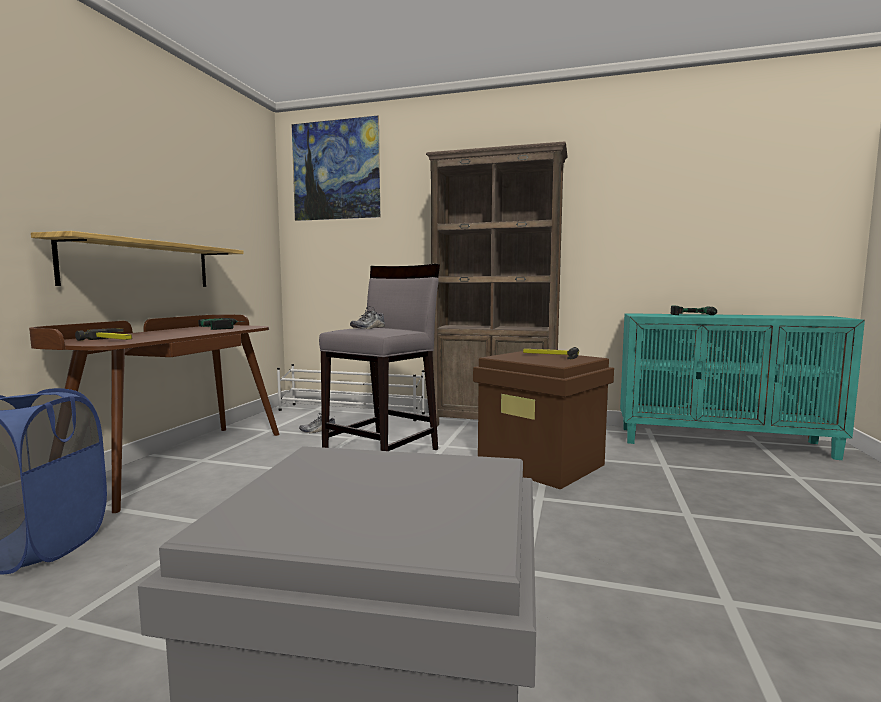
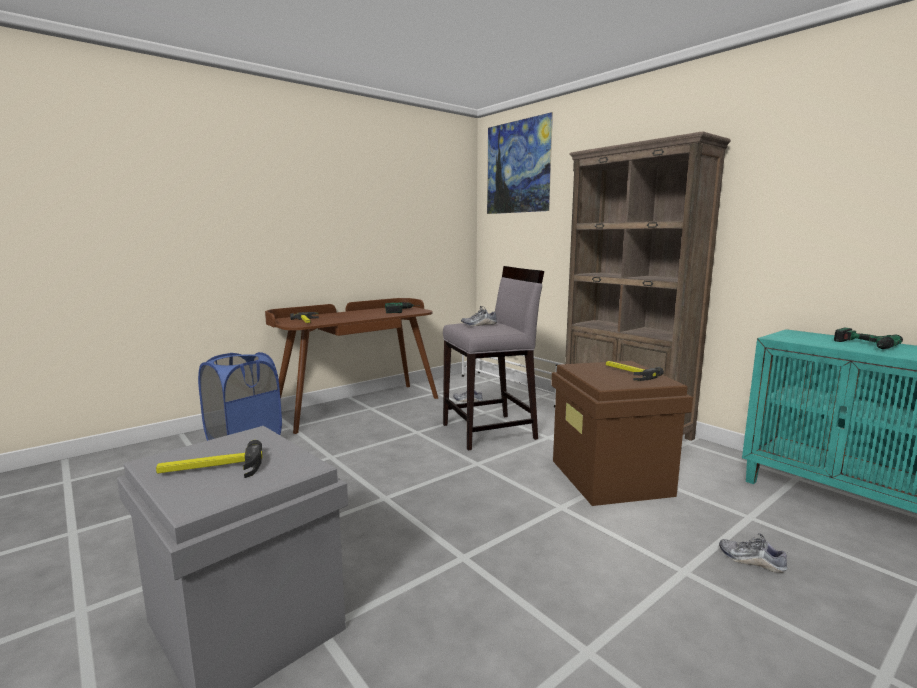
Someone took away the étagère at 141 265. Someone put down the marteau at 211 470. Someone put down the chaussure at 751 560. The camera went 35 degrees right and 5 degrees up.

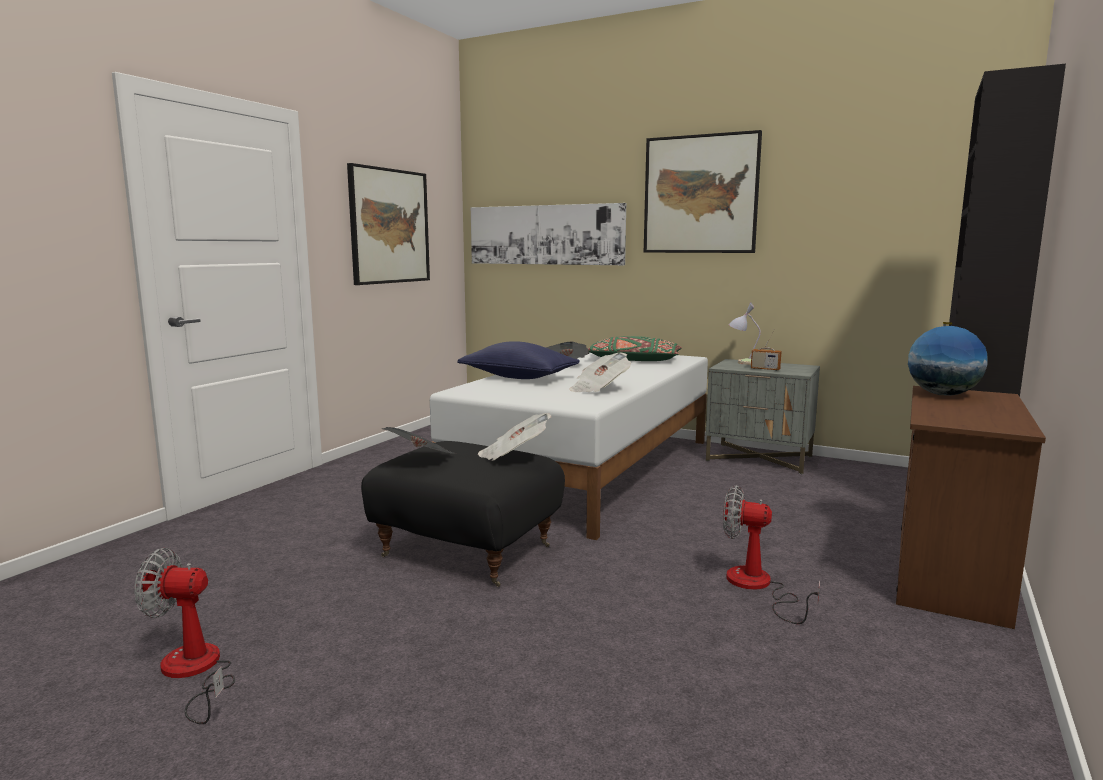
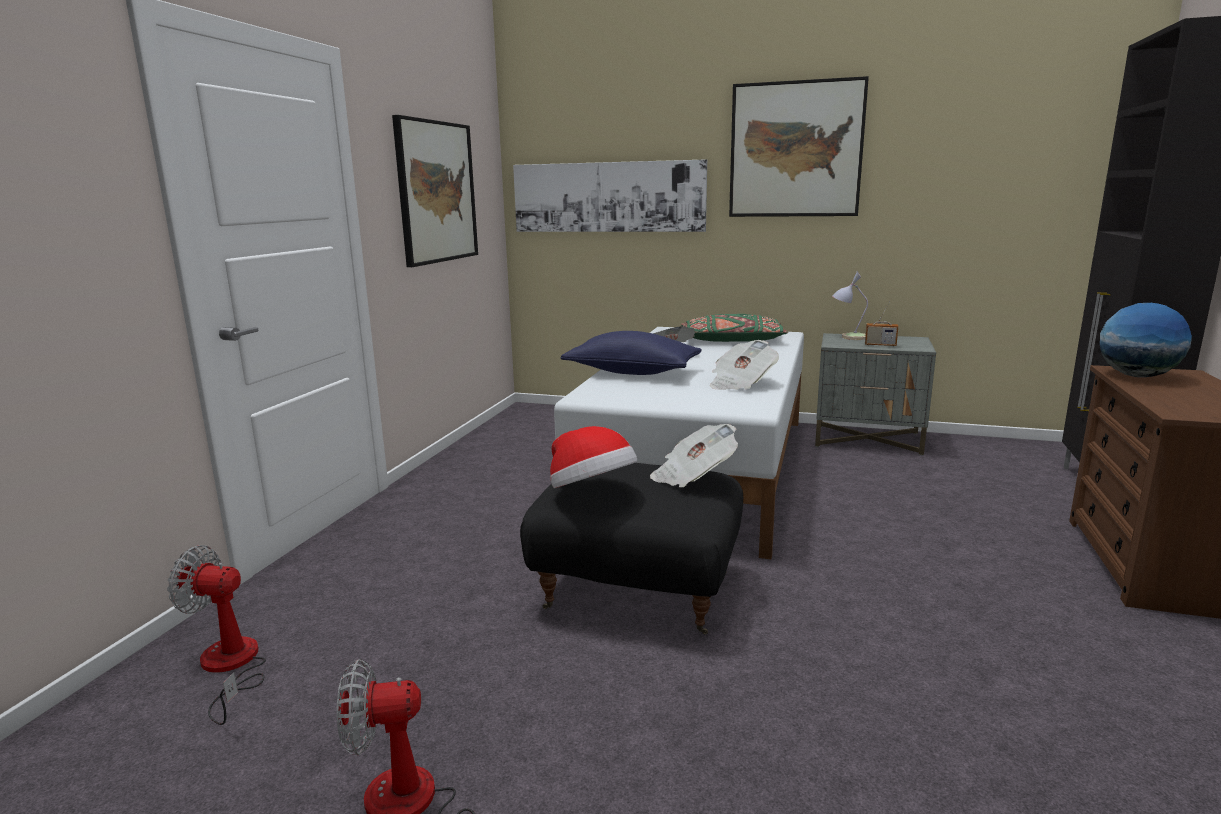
Someone swapped the journal at 421 460 for the chapeau at 591 492. Someone carried the ventilateur from 757 587 to 230 667. The camera went 10 degrees left and 5 degrees up.

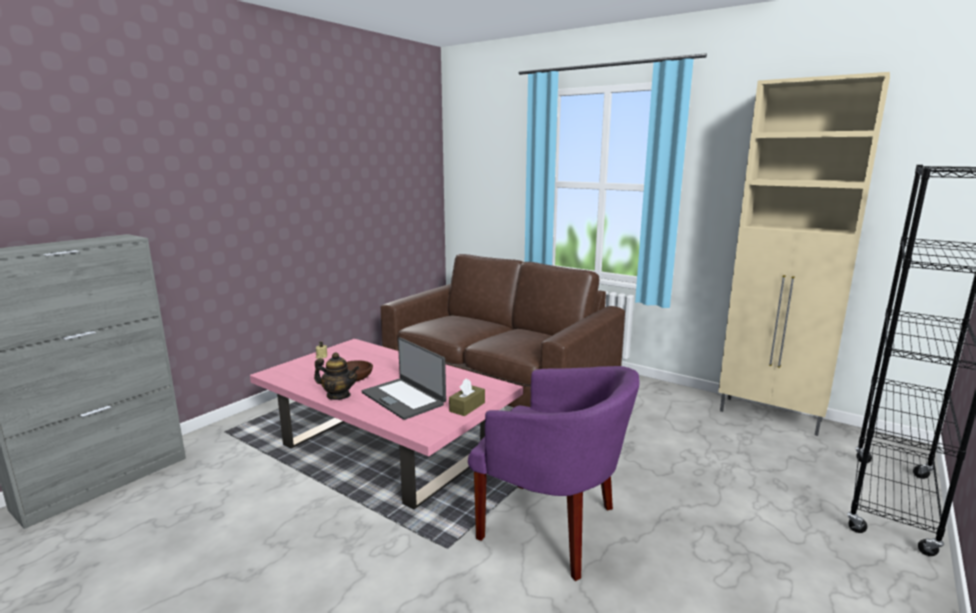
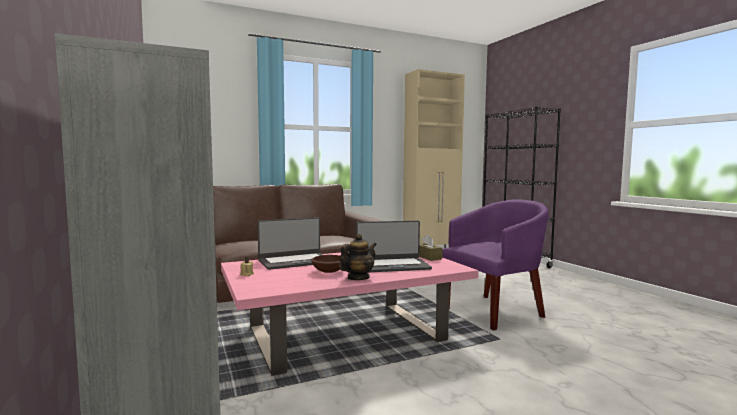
Someone put down the ordinateur portable at 295 261. The camera went 60 degrees left and 10 degrees down.

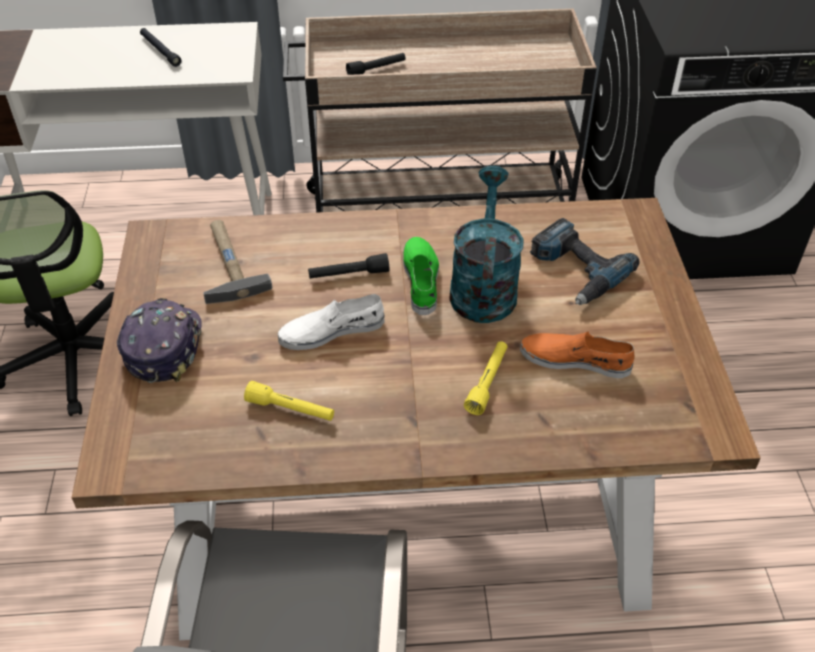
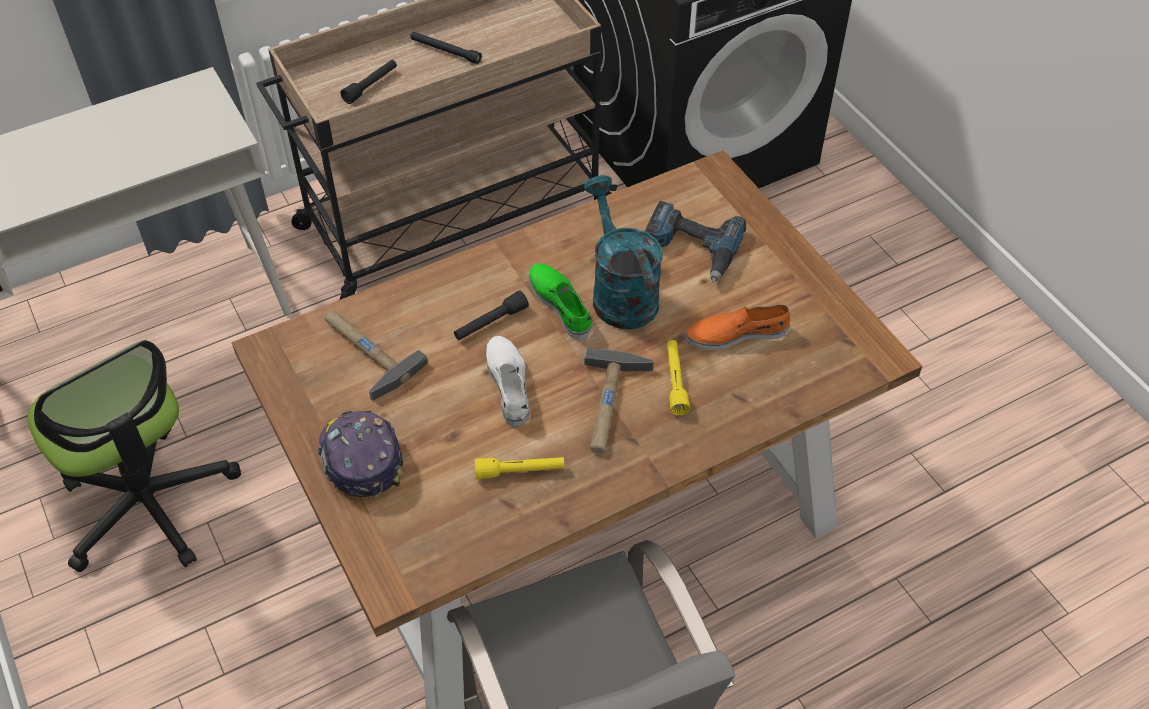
Someone carried the lampe de poche (noir) from 160 51 to 445 51. Someone rotated the chaussure (blanc) at 331 330 by 120 degrees clockwise. Someone put down the marteau at 611 405. The camera went 25 degrees left and 5 degrees up.

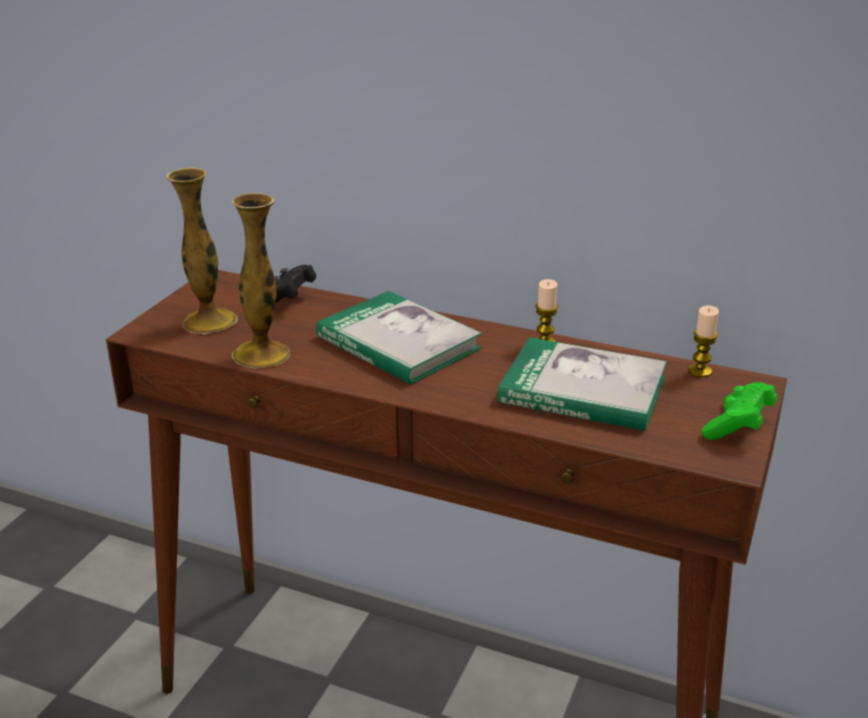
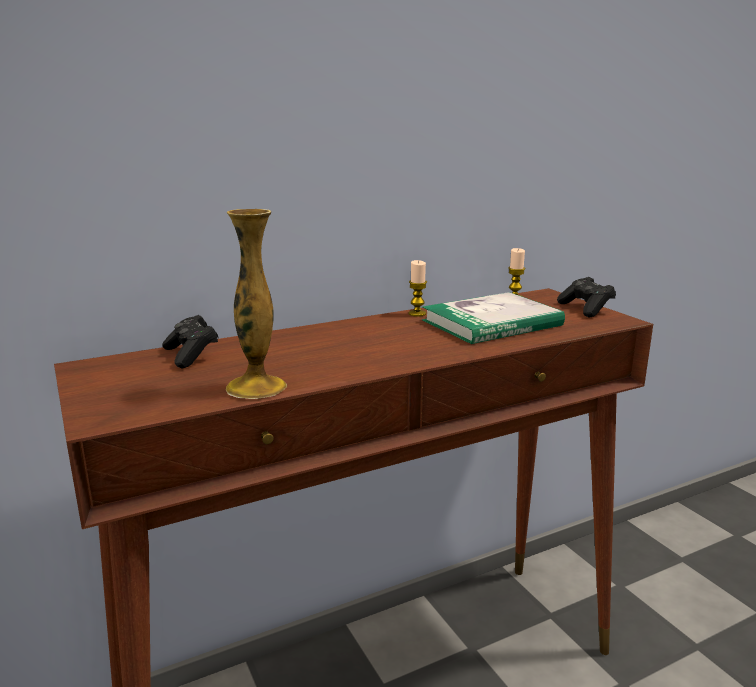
Someone took away the vase at 209 321. Someone took away the livre at 398 343. Someone repainted the manette (vert) at 738 427, which became the manette (noir) at 586 309. The camera went 50 degrees left and 10 degrees down.

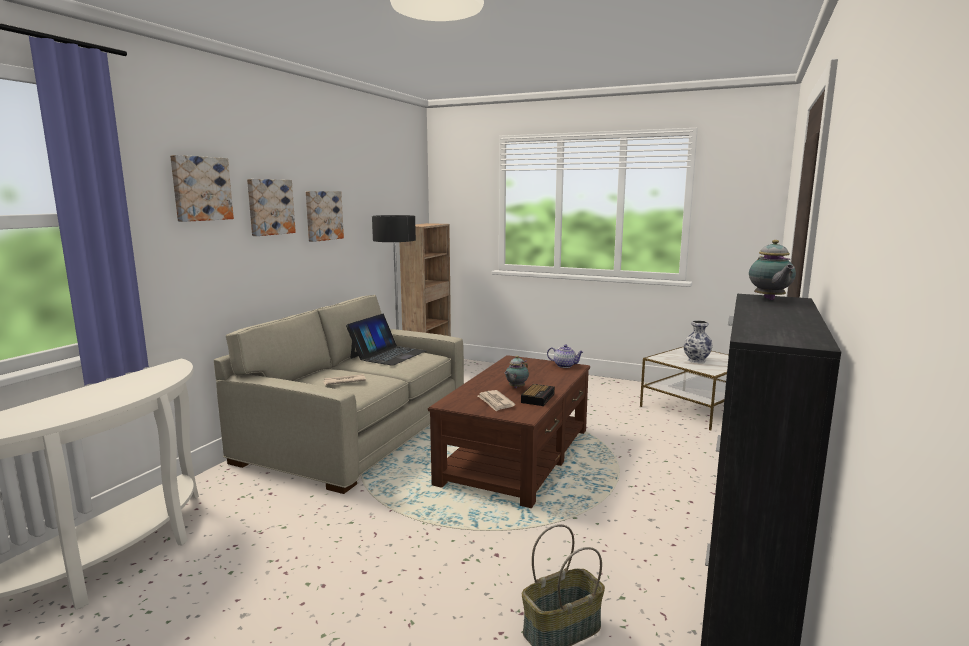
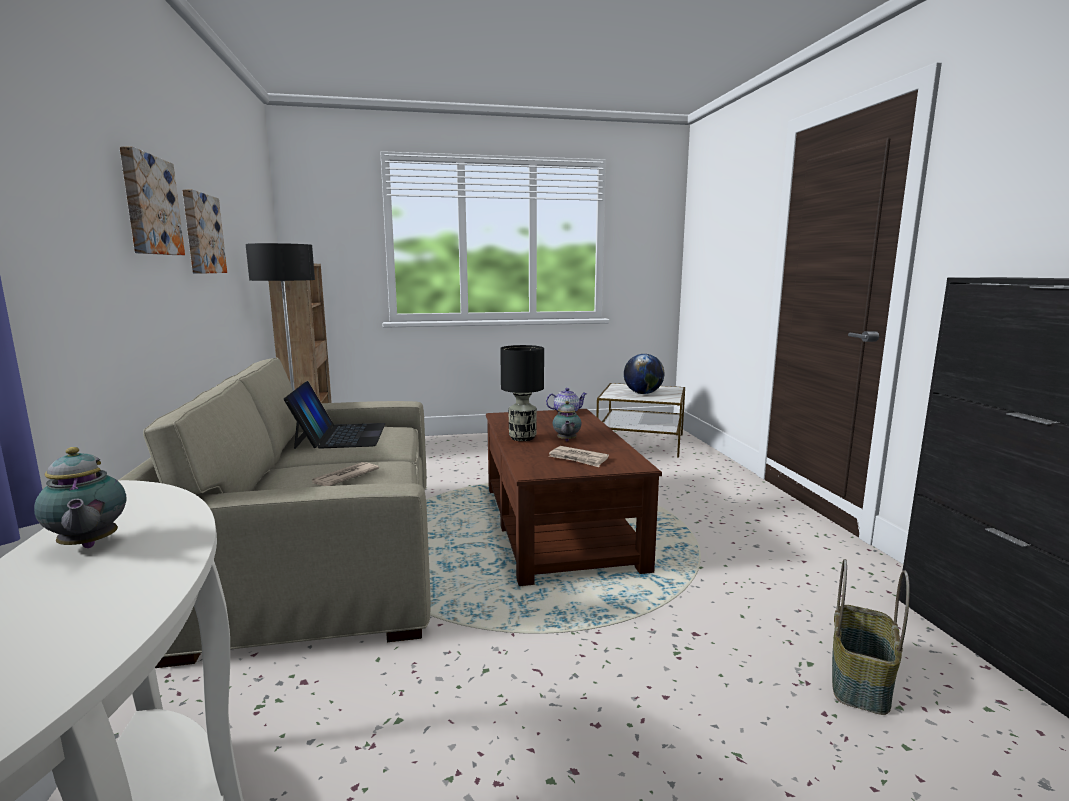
Someone took away the tableau at 200 188. Someone took away the réveil at 538 398. Someone swapped the vase at 696 360 for the globe at 643 393. Someone carried the théière from 769 299 to 88 546. Someone put down the lampe de table (noir) at 522 438. The camera went 35 degrees left and 0 degrees up.

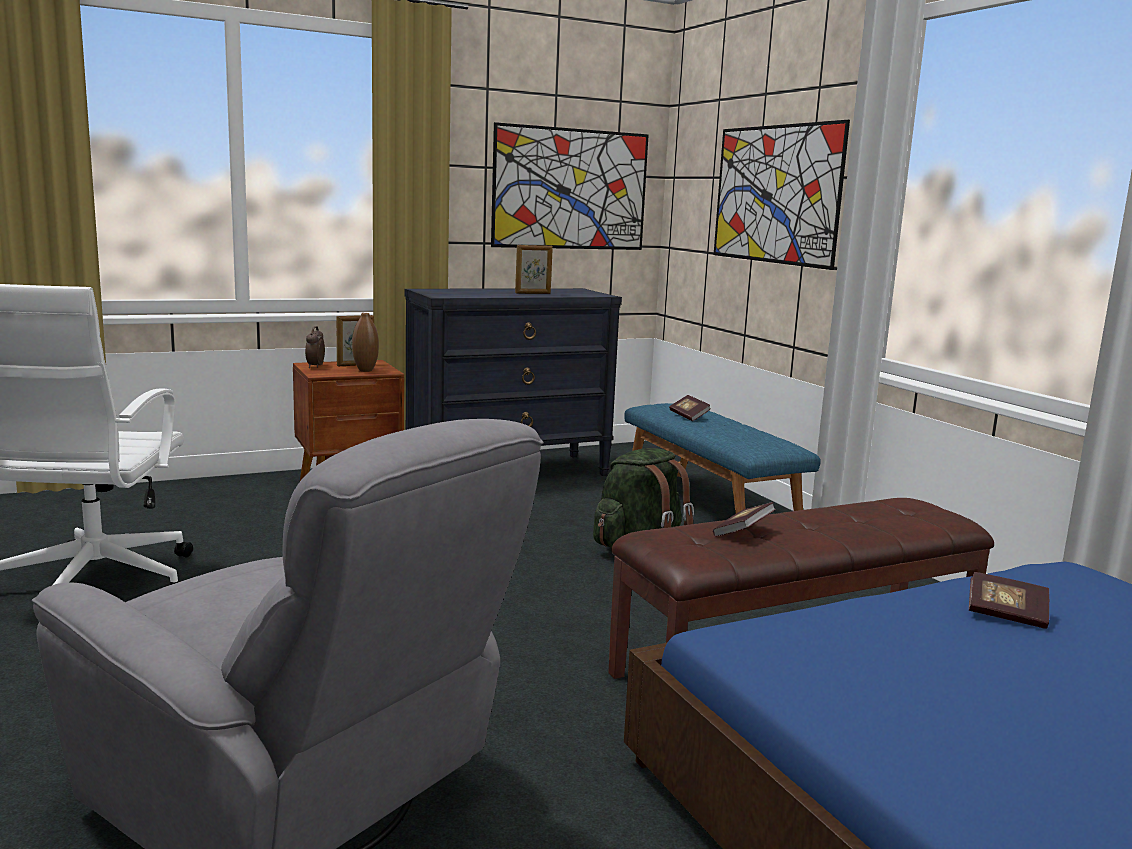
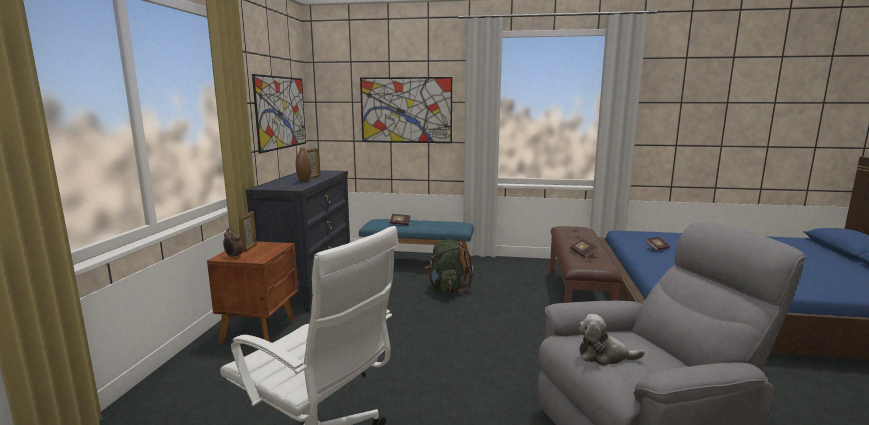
Someone carried the vase (marron) from 365 370 to 304 181. Someone put down the peluche at 604 356. The camera went 55 degrees left and 0 degrees up.

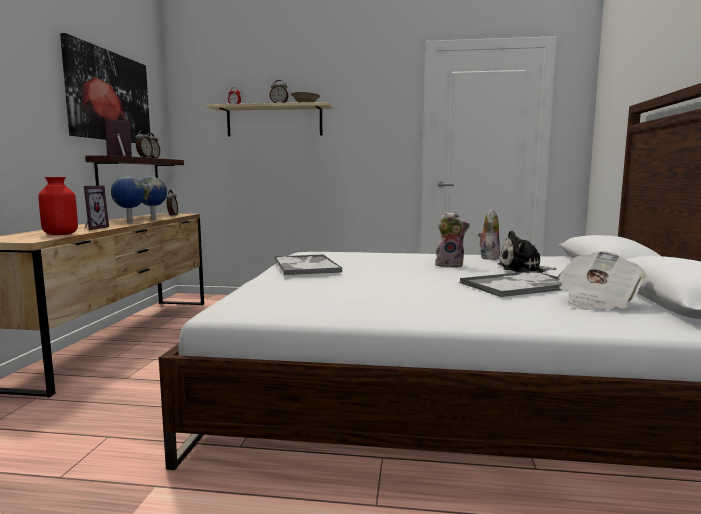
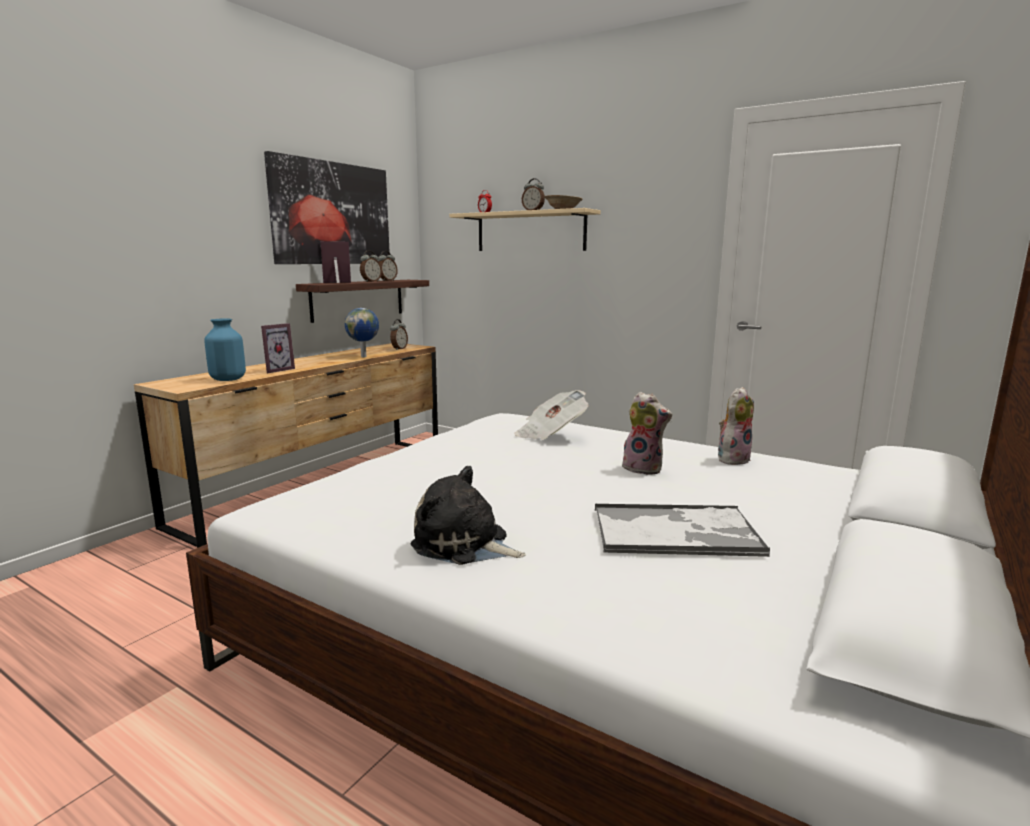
Someone repainted the vase (rouge) at 61 234, which became the vase (bleu) at 228 379. Someone took away the globe at 130 222. Someone took away the plateau at 305 266. Someone carried the peluche from 523 269 to 464 545. Someone carried the journal from 596 302 to 550 434. The camera went 25 degrees right and 5 degrees up.

